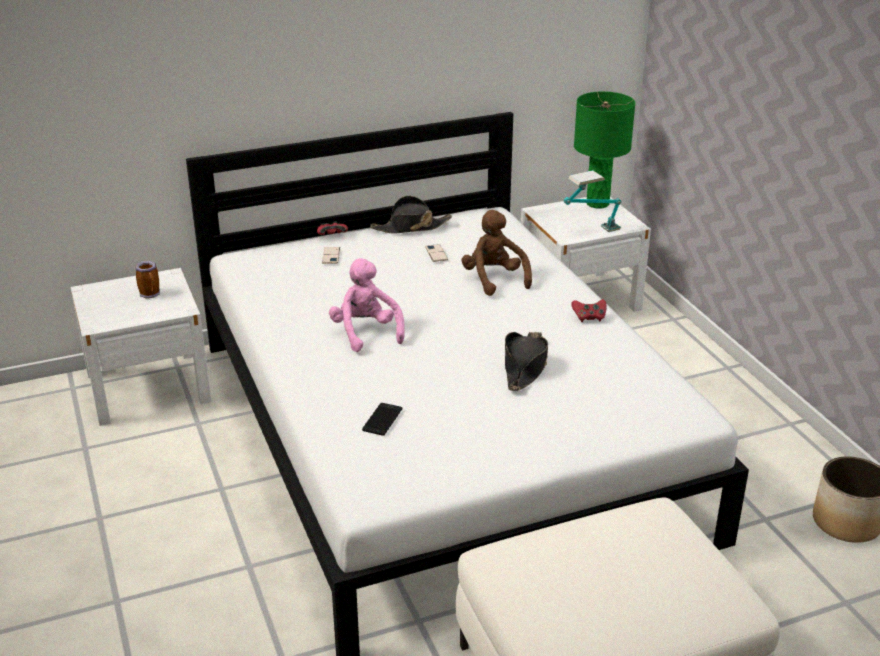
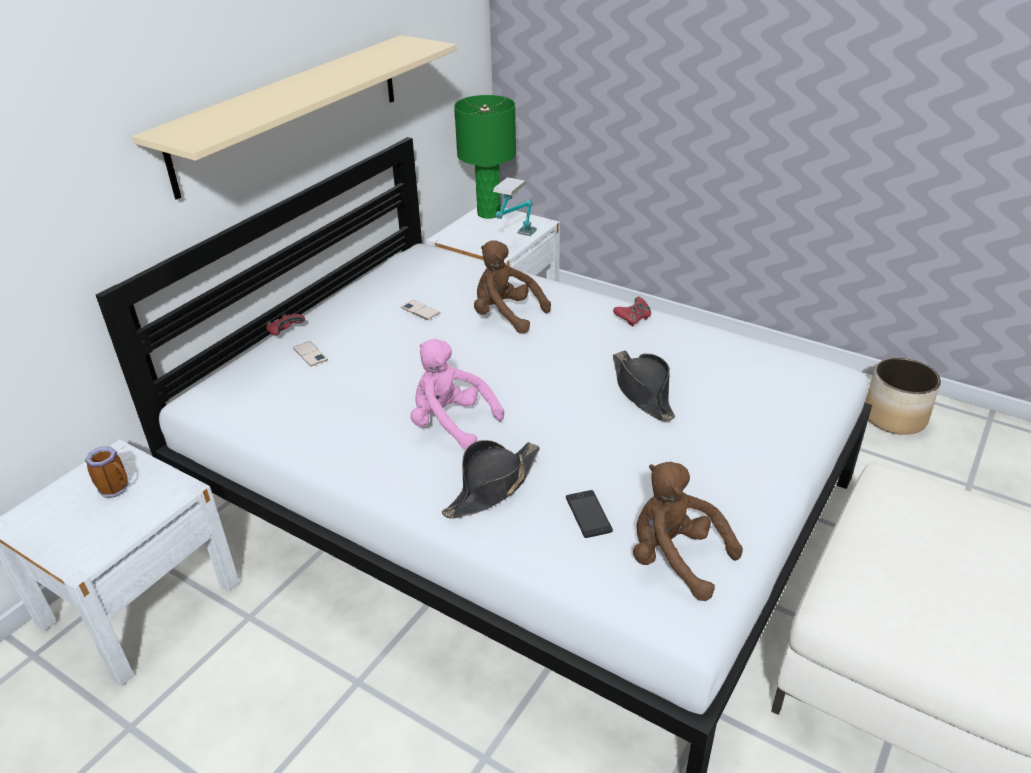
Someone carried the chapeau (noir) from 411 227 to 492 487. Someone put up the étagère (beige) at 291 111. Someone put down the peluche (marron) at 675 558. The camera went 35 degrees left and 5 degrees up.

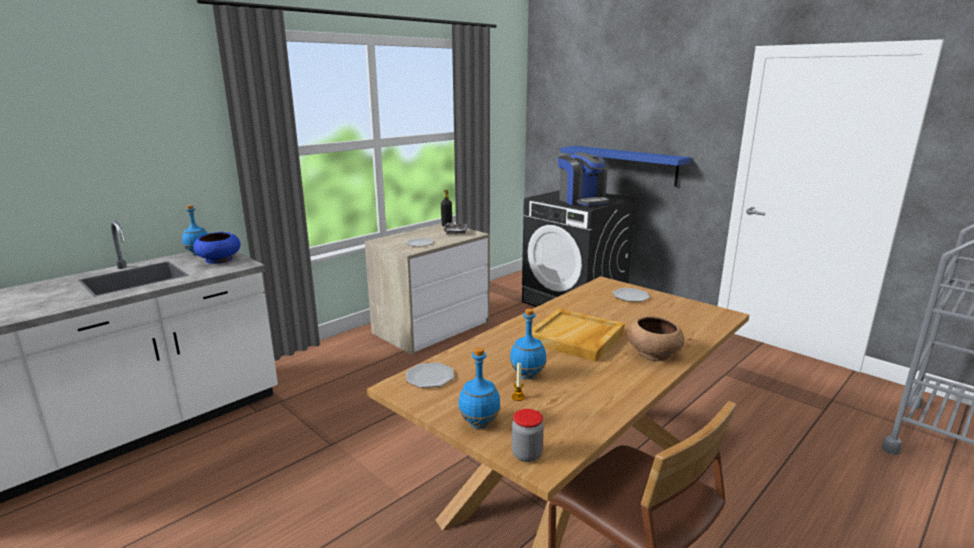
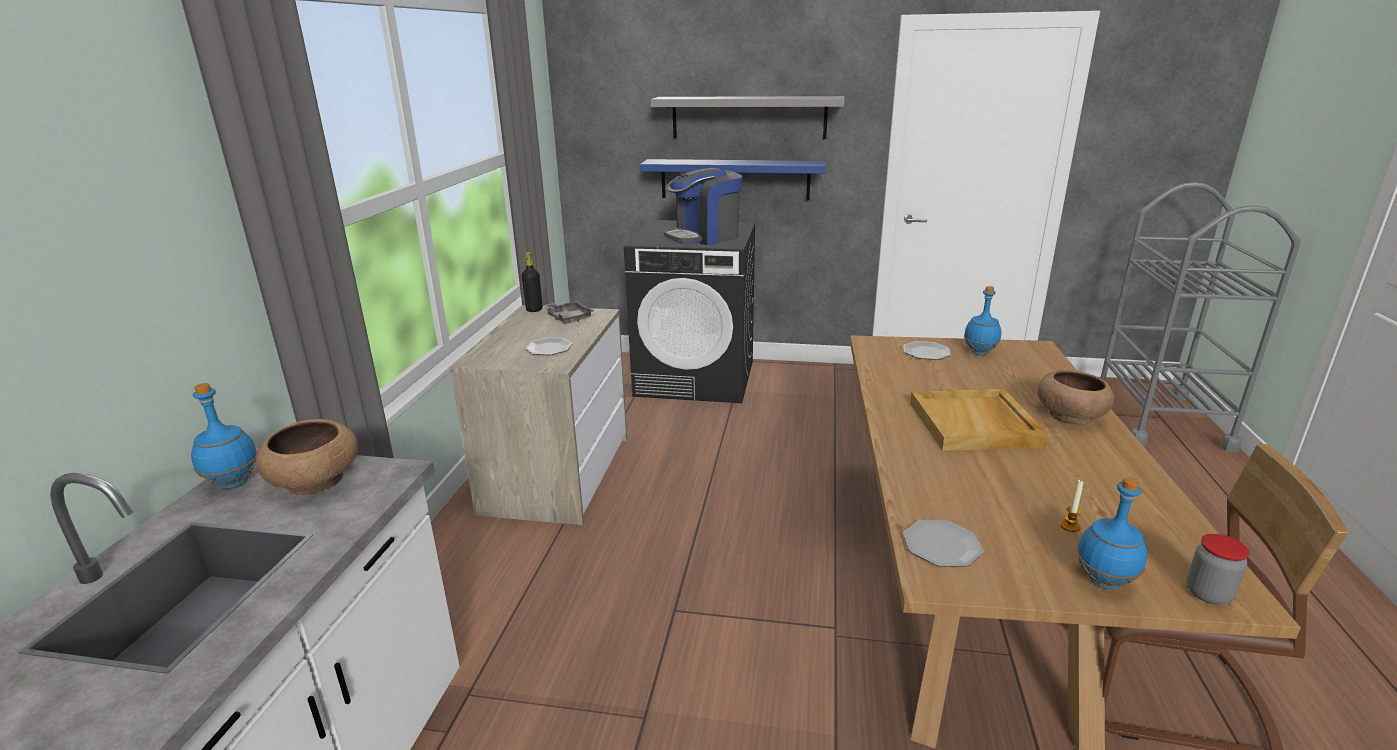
Someone repainted the bol (bleu) at 219 260, which became the bol (marron) at 316 481. Someone carried the bouteille (bleu) from 527 376 to 980 353. Someone rotated the machine à café at 582 201 by 120 degrees clockwise. Someone put up the étagère (gris) at 749 117. The camera went 35 degrees left and 5 degrees up.

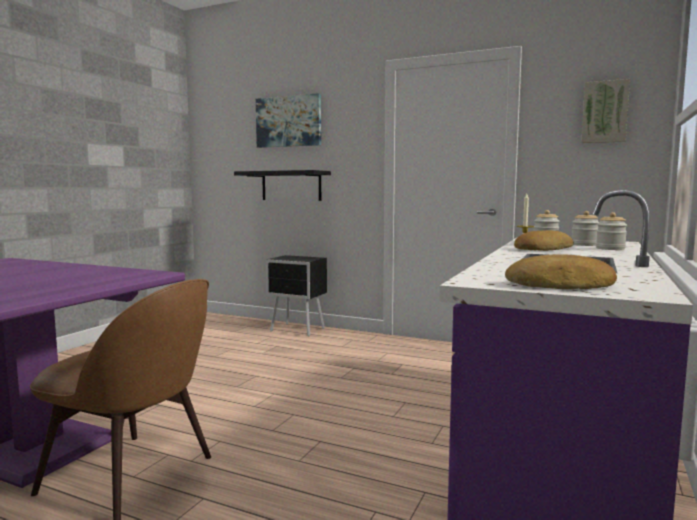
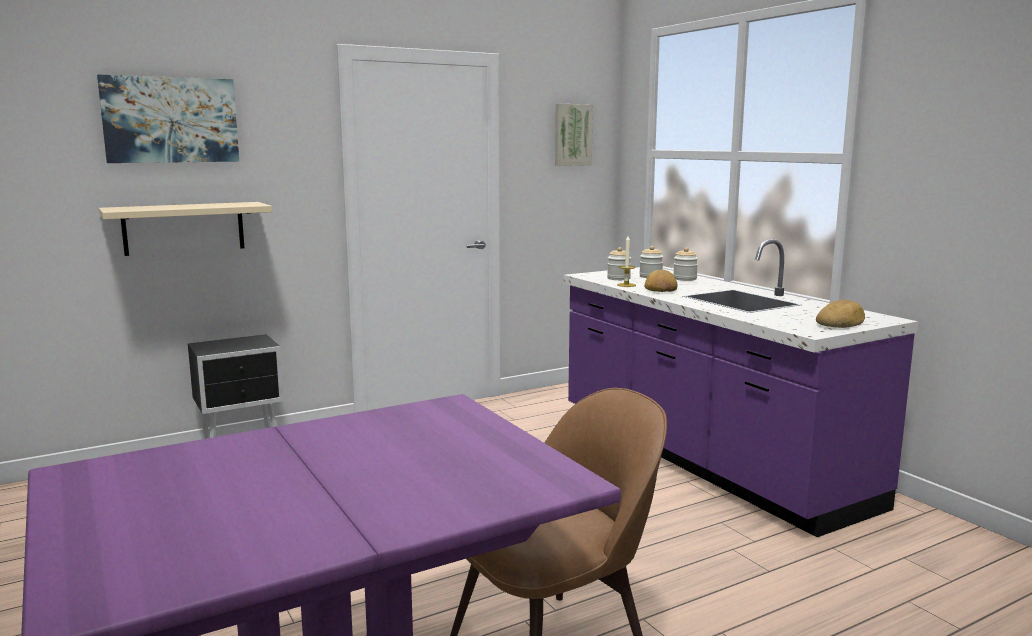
Someone repainted the étagère (noir) at 291 186, which became the étagère (beige) at 184 228. The camera went 55 degrees left and 5 degrees up.

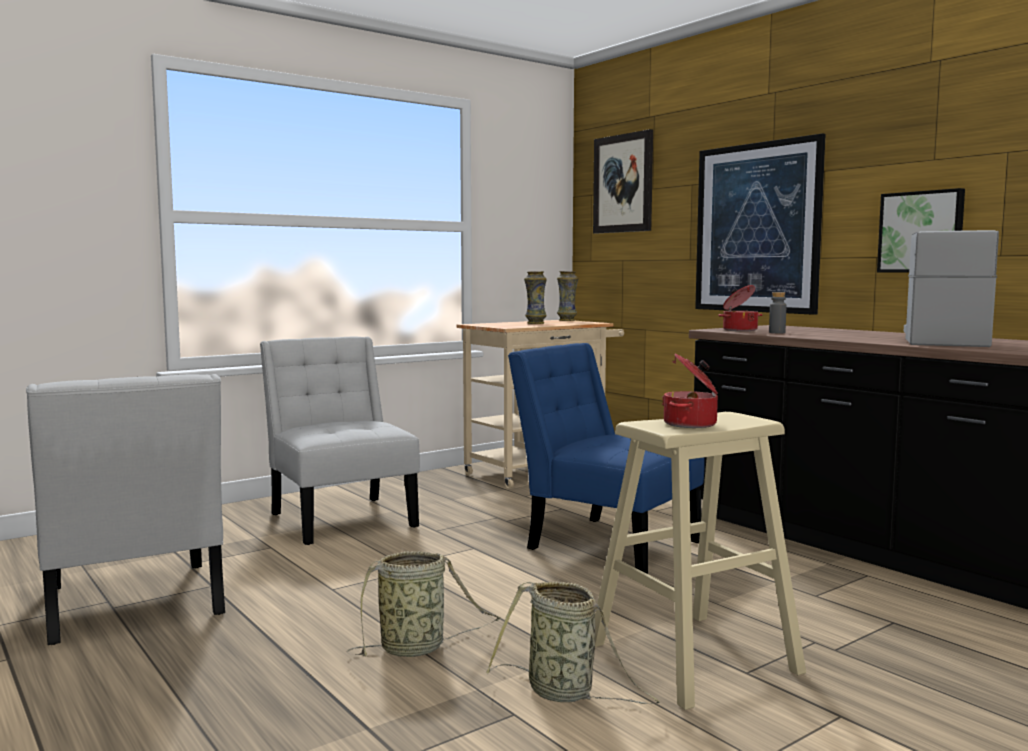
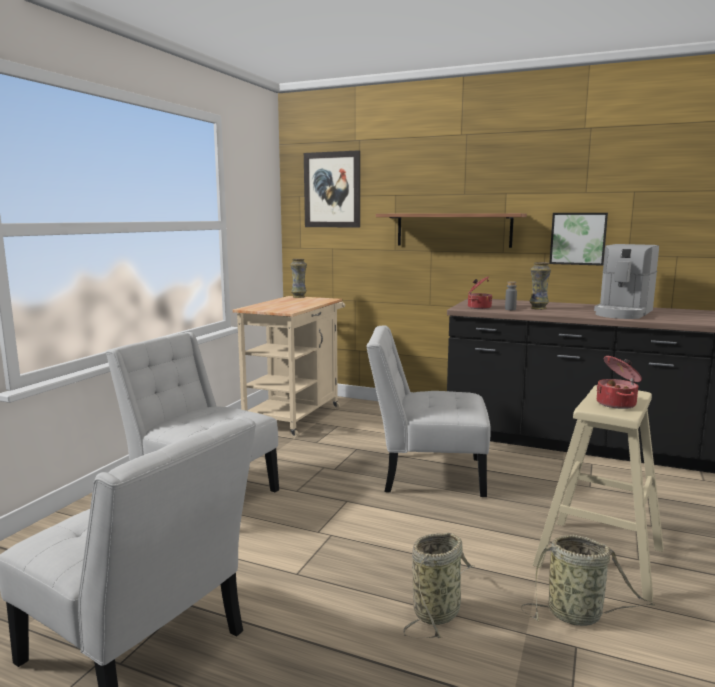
Someone repainted the chaise (bleu) at 606 543, which became the chaise (blanc) at 426 474. Someone carried the vase from 535 323 to 538 308. Someone swapped the tableau at 756 228 for the étagère at 453 230. Someone rotated the machine à café at 943 341 by 135 degrees counterclockwise. The camera went 30 degrees left and 5 degrees up.

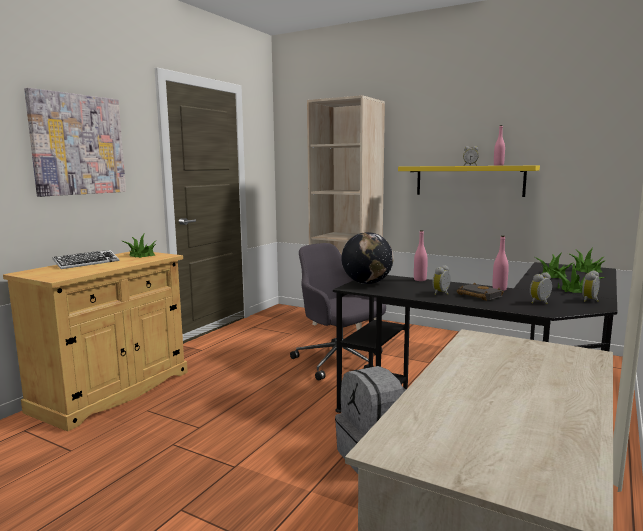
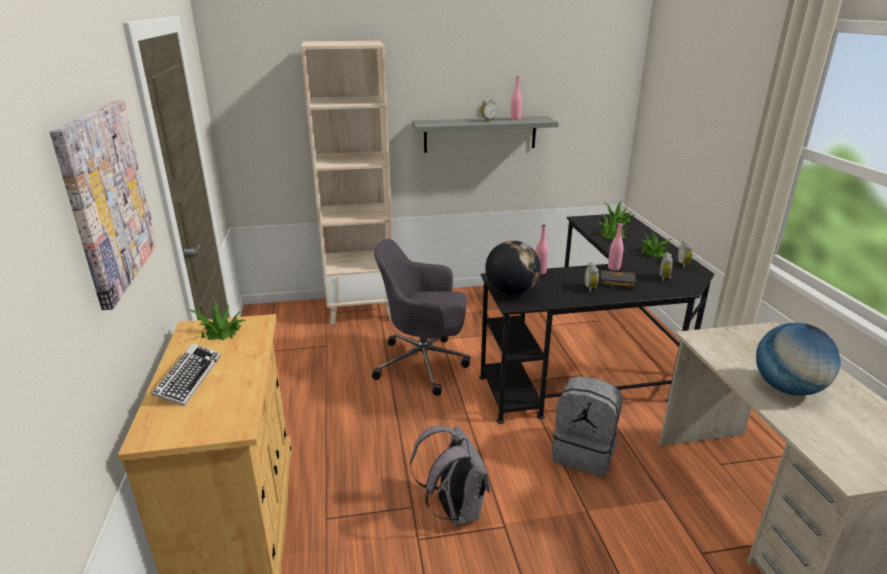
Someone repainted the étagère (jaune) at 469 180, which became the étagère (gris) at 480 134. Someone put down the sac à dos (gris) at 454 509. Someone put down the globe at 787 388. The camera went 40 degrees left and 15 degrees up.

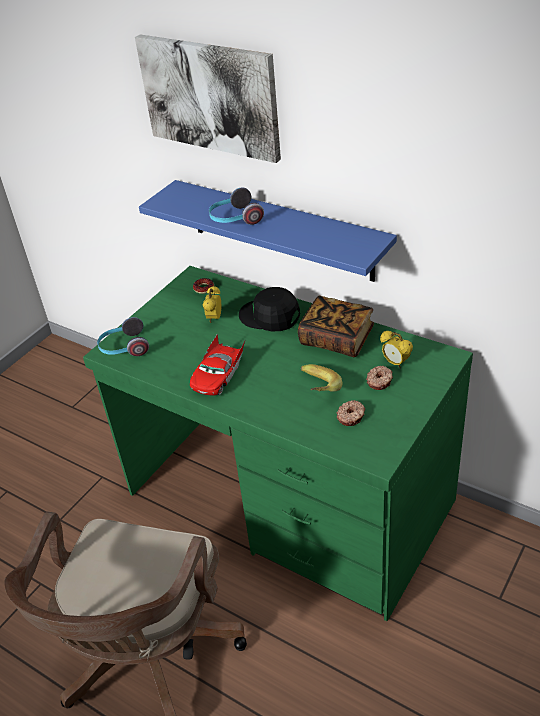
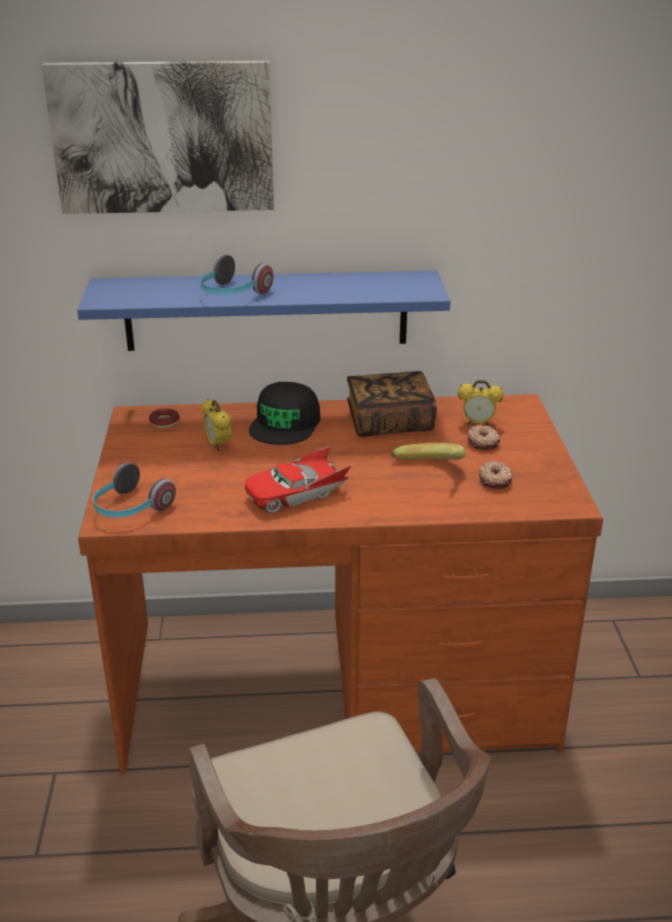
Someone repainted the bureau (vert) at 288 499, which became the bureau (marron) at 337 685. Someone rotated the petite voiture (rouge) at 218 375 by 75 degrees clockwise. Someone rotated the casquette (noir) at 270 316 by 60 degrees counterclockwise. The camera went 40 degrees left and 10 degrees down.

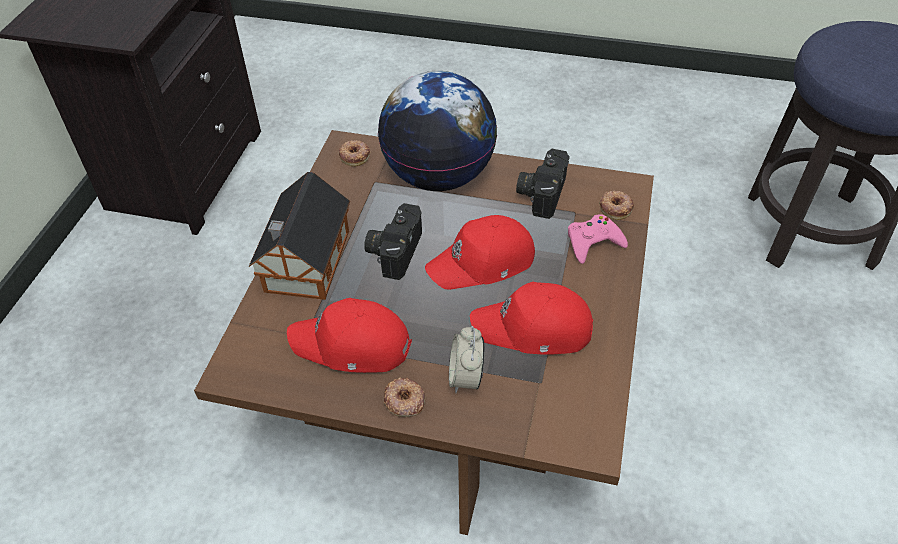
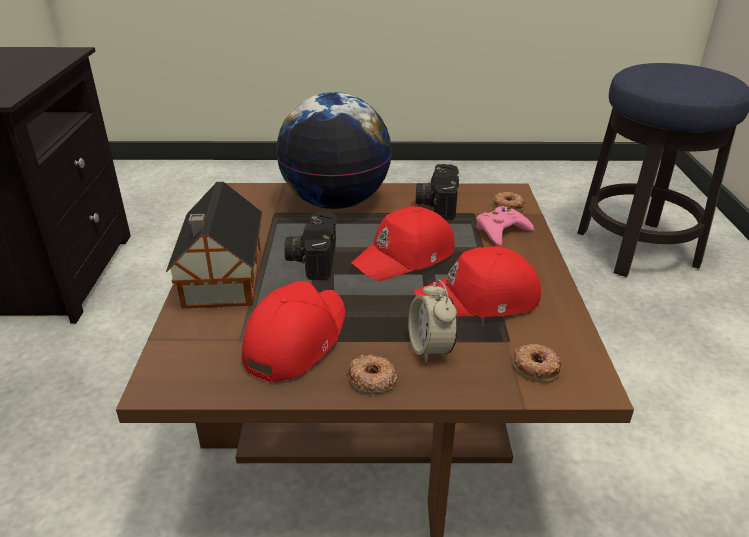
Someone rotated the casquette (rouge) at 352 345 by 120 degrees clockwise. Someone carried the beignet from 355 155 to 536 366. The camera went 15 degrees left and 15 degrees down.

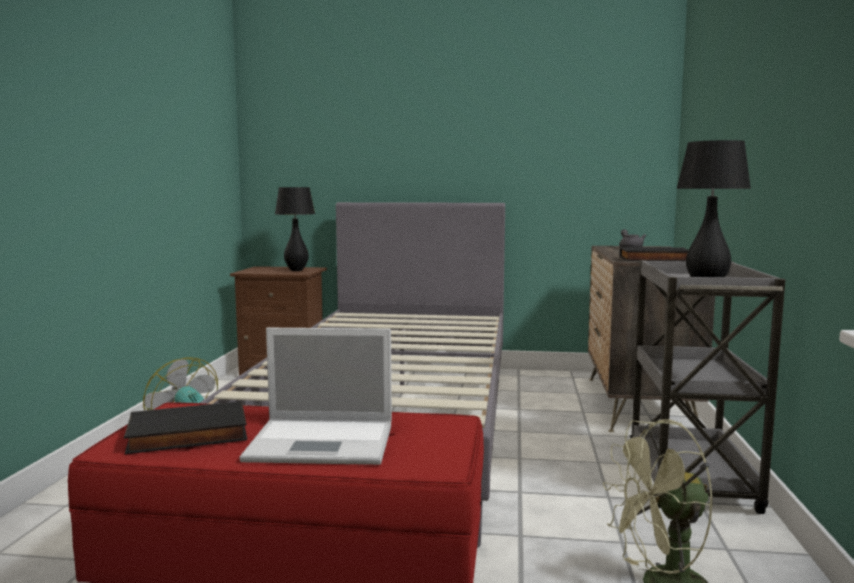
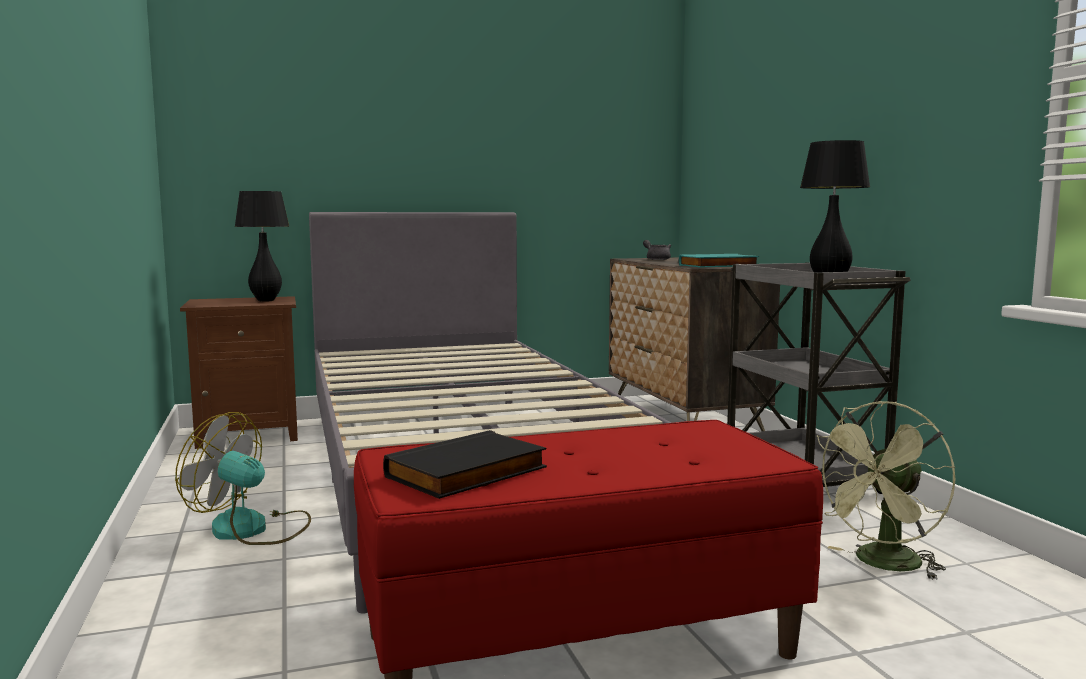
Someone took away the ordinateur portable at 324 442. Someone repainted the livre (noir) at 655 259, which became the livre (turquoise) at 718 266. The camera went 25 degrees left and 0 degrees up.

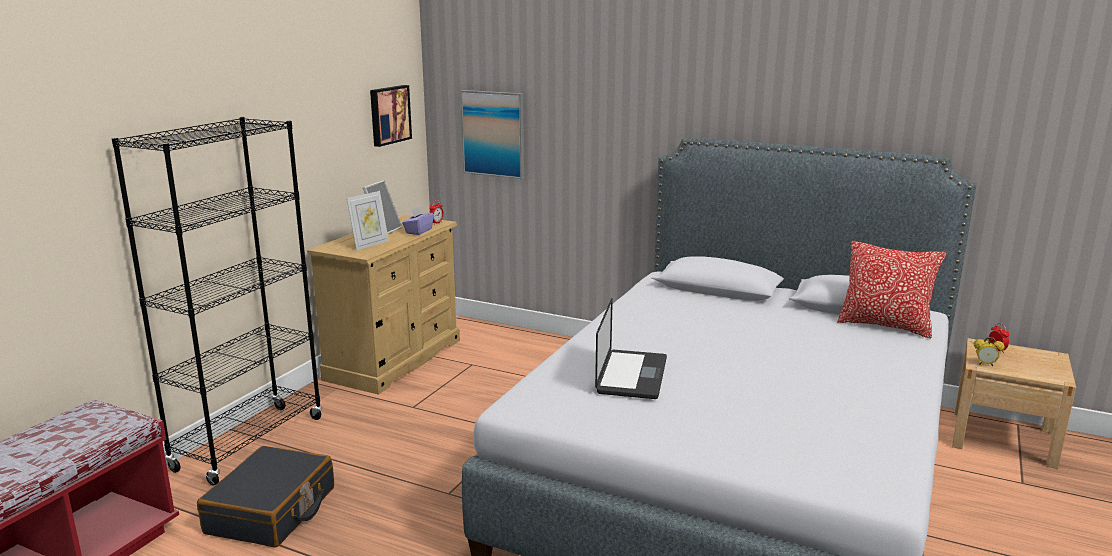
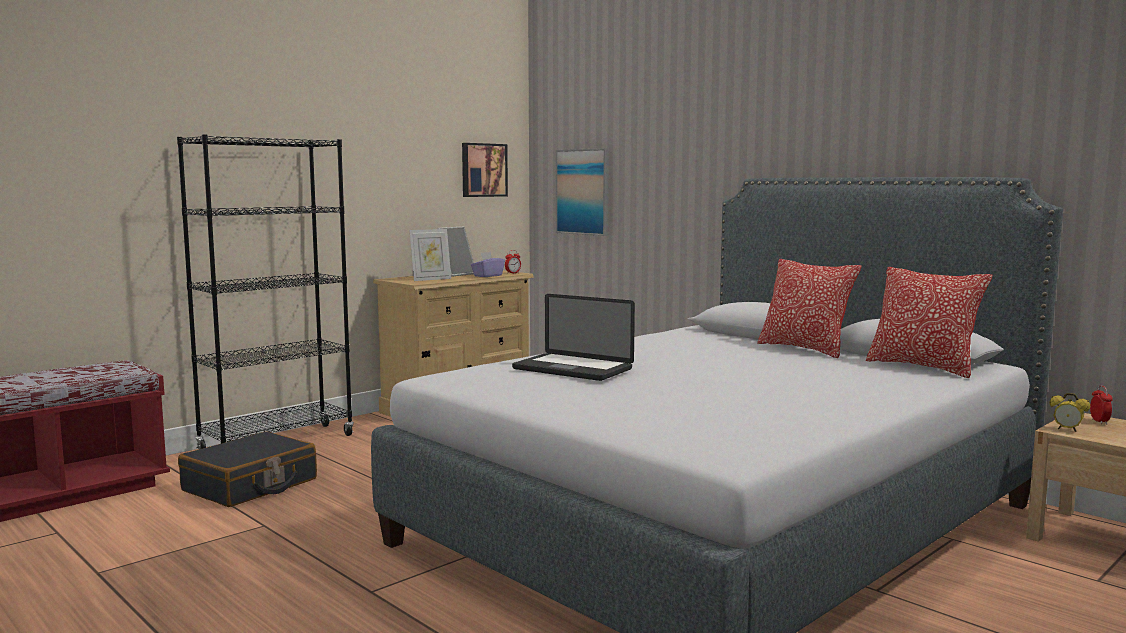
Someone rotated the ordinateur portable at 632 376 by 90 degrees clockwise. Someone put down the coussin at 804 349. The camera went 20 degrees right and 10 degrees down.

